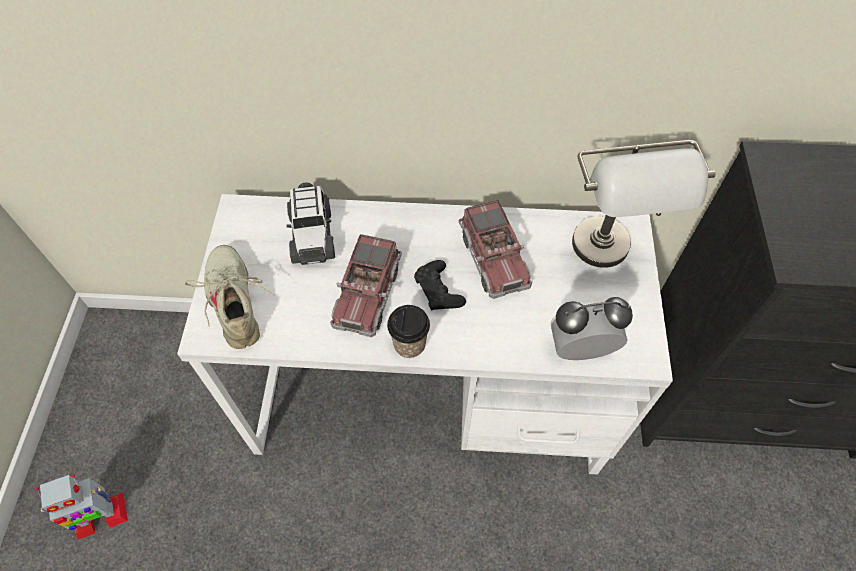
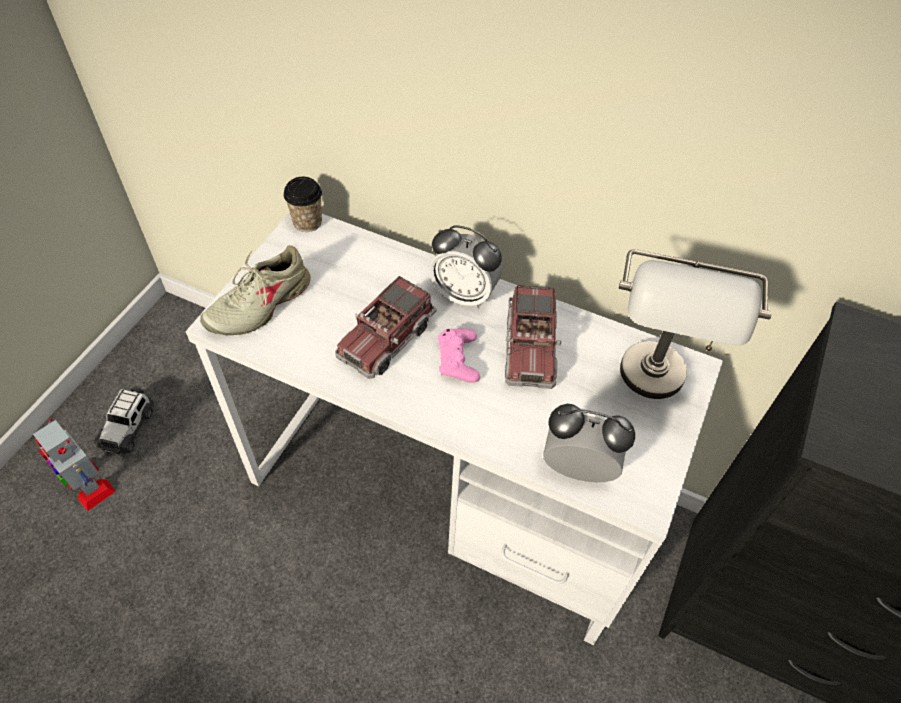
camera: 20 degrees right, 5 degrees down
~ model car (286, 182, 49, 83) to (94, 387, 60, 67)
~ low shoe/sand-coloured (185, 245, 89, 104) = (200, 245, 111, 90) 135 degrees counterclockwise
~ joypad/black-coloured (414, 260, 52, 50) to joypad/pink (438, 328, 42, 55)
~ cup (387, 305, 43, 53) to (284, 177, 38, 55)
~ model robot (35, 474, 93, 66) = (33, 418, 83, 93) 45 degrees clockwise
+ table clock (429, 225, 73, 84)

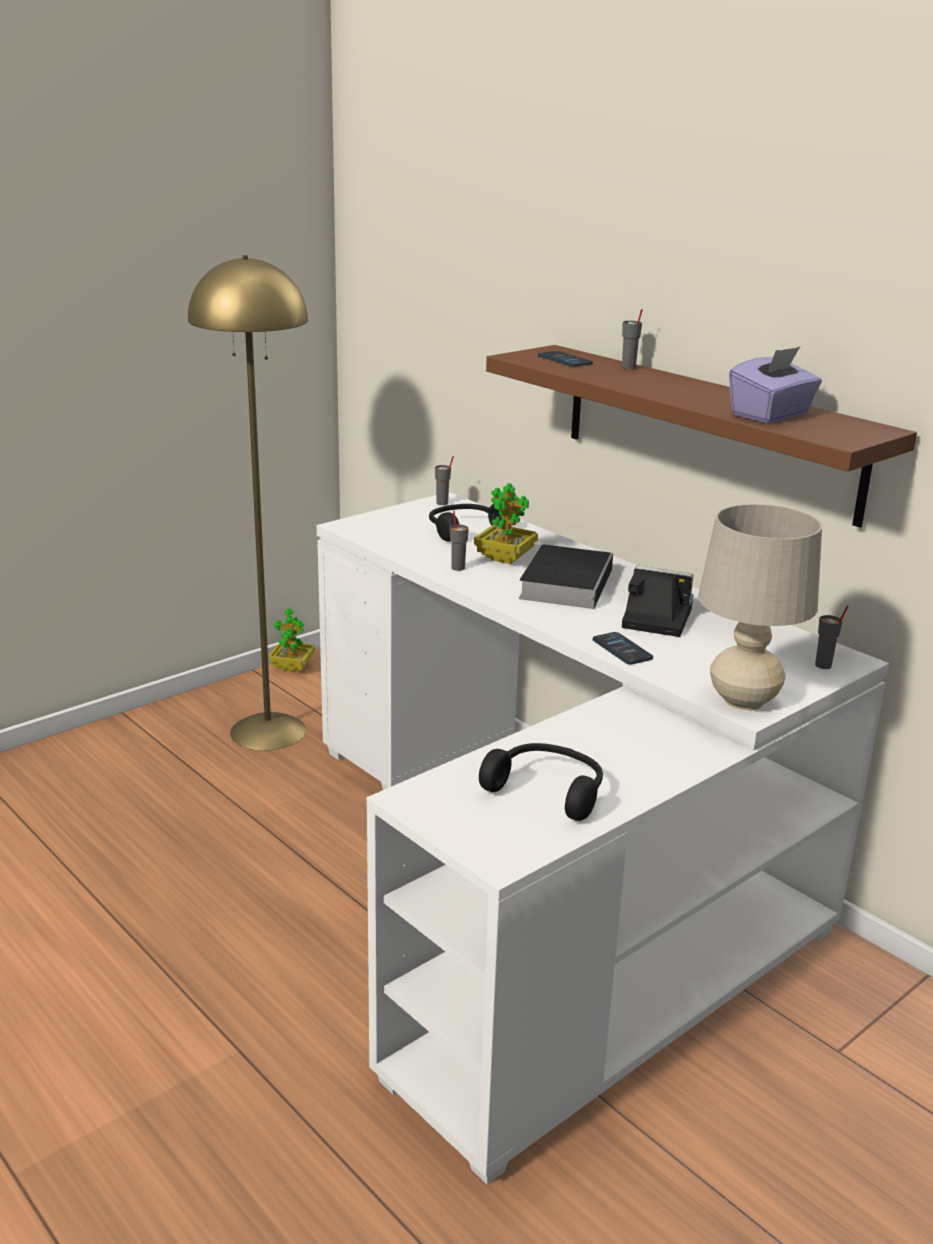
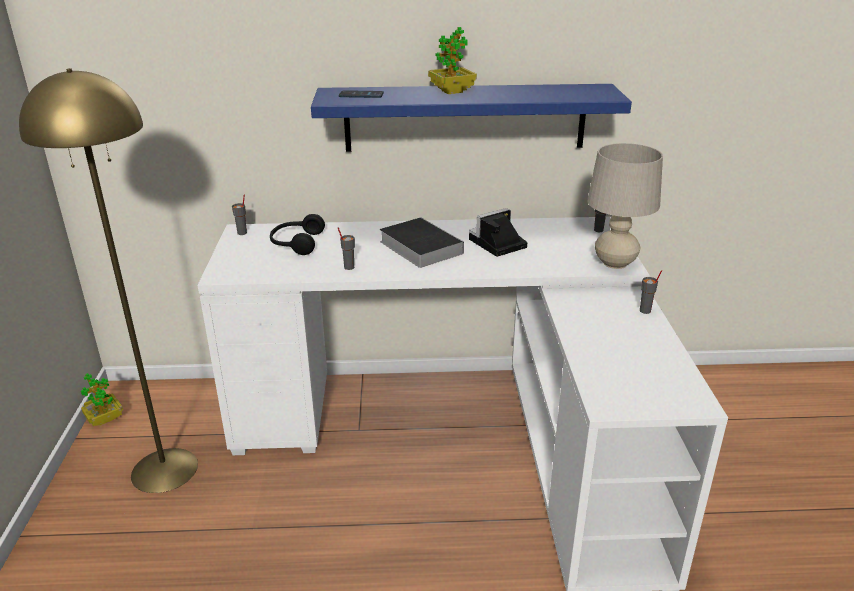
camera: 50 degrees left, 5 degrees up
~ cup/gray (622, 309, 21, 60) to (640, 270, 22, 44)
~ bracket shelf/brown-coloured (486, 345, 431, 182) to bracket shelf/blue-coloured (311, 84, 321, 68)
- box of tissues/purple (729, 347, 93, 76)
~ houseplant (474, 483, 64, 81) to (428, 27, 49, 67)
- telephone (593, 632, 60, 33)
- headset/black-coloured (479, 743, 124, 78)

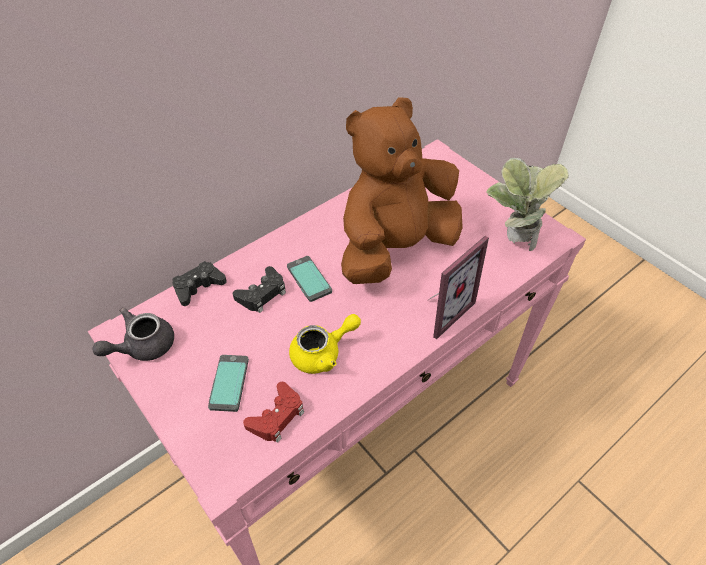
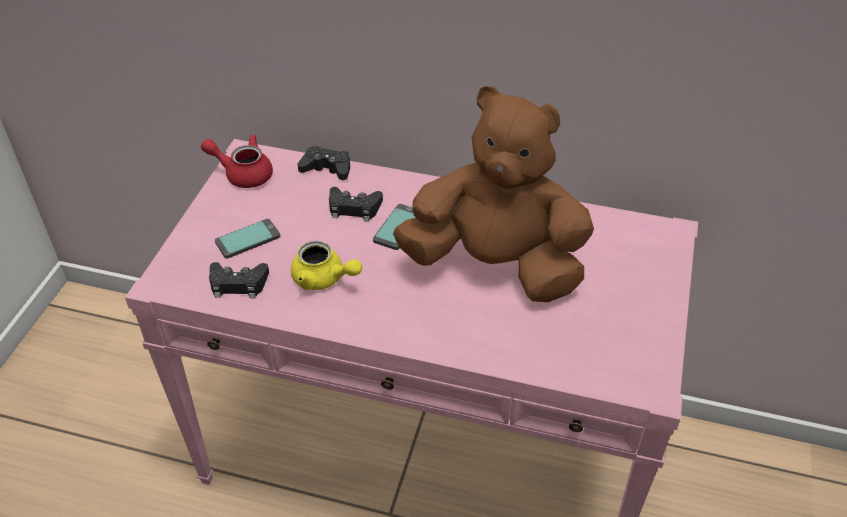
camera: 55 degrees right, 5 degrees down
- houseplant (486, 157, 83, 94)
- photo frame (429, 236, 60, 103)
~ pot for tea/gray (93, 308, 81, 53) to pot for tea/red (201, 134, 72, 54)
~ joypad/red (243, 382, 61, 61) to joypad/black-coloured (209, 262, 60, 36)

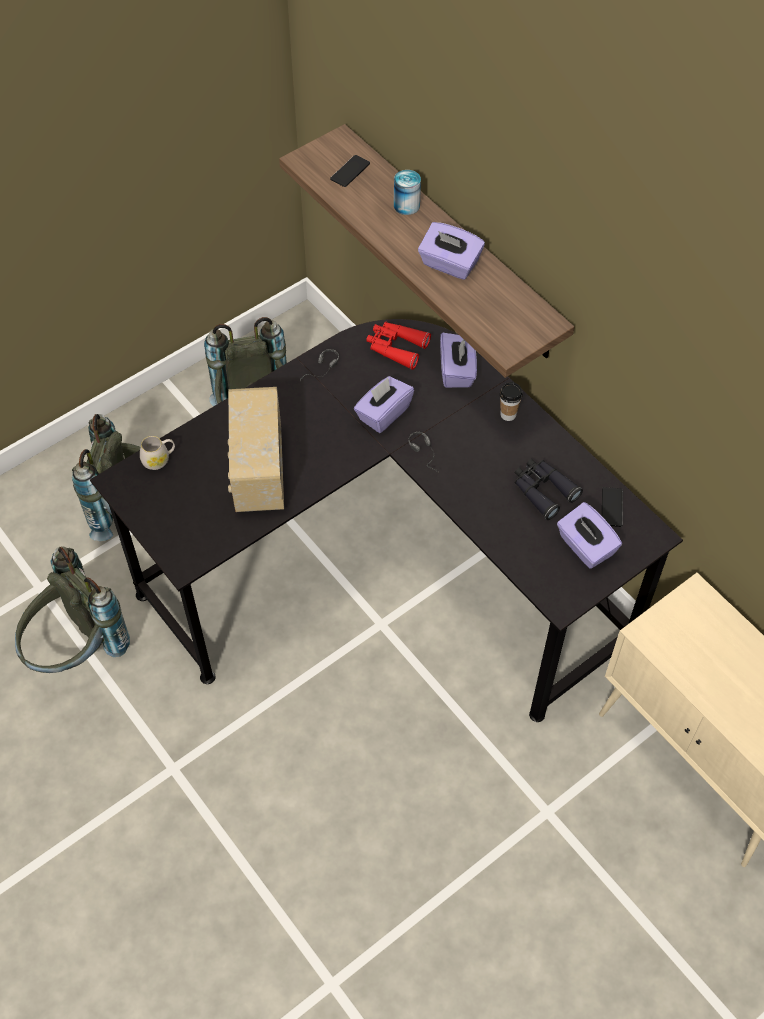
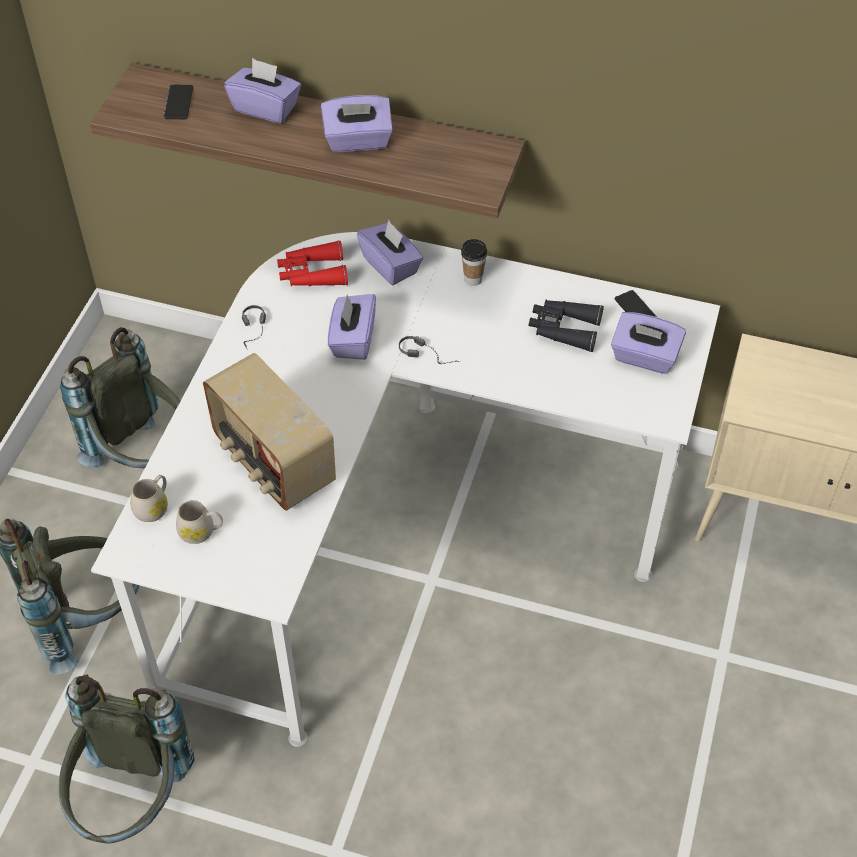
camera: 35 degrees left, 5 degrees down
~ sealed can (394, 170, 27, 45) to box of tissues/purple (224, 58, 77, 65)
~ desk table/black-coloured (90, 319, 593, 403) to desk table/white-coloured (91, 232, 629, 515)
+ tea mug/white-coloured (176, 500, 47, 44)

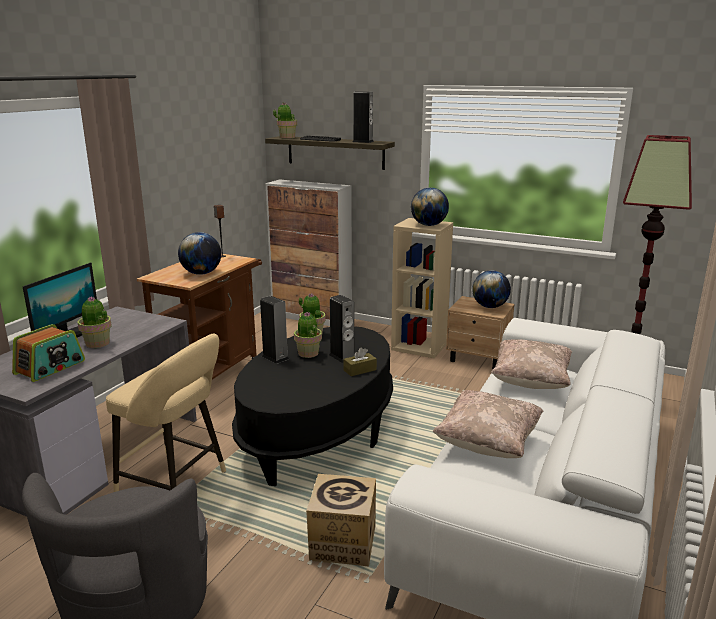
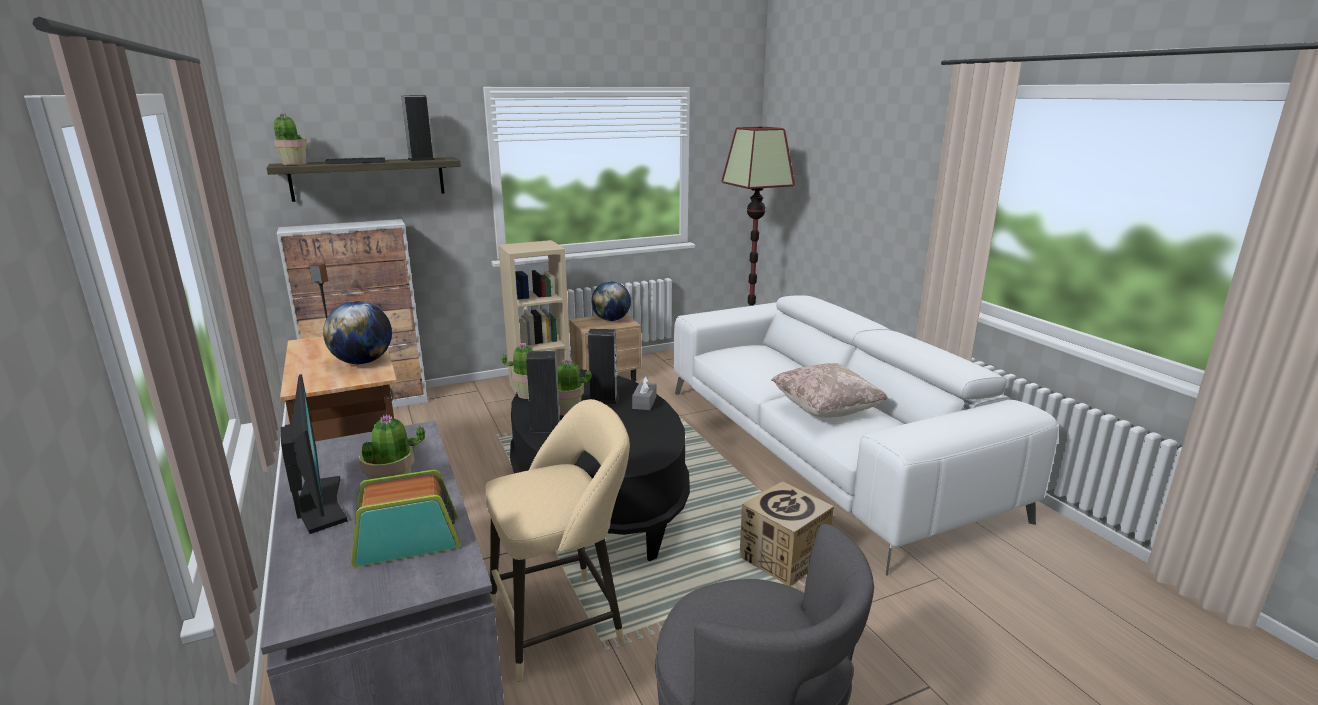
camera: 50 degrees left, 0 degrees up
- globe (411, 188, 38, 38)
~ radio (12, 324, 73, 58) = (351, 470, 109, 97) 90 degrees counterclockwise
- pillow/sand-coloured (491, 339, 81, 50)
~ box of tissues/brown-coloured (343, 348, 34, 28) to box of tissues/gray (632, 376, 25, 34)

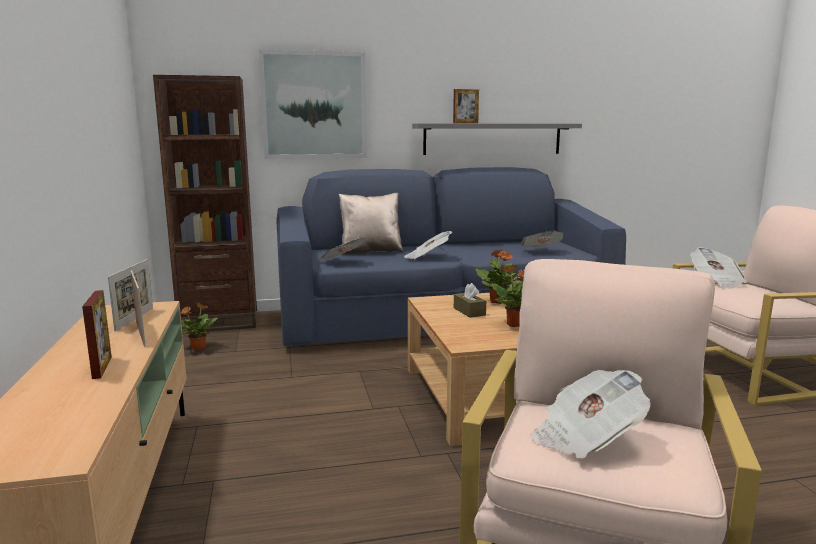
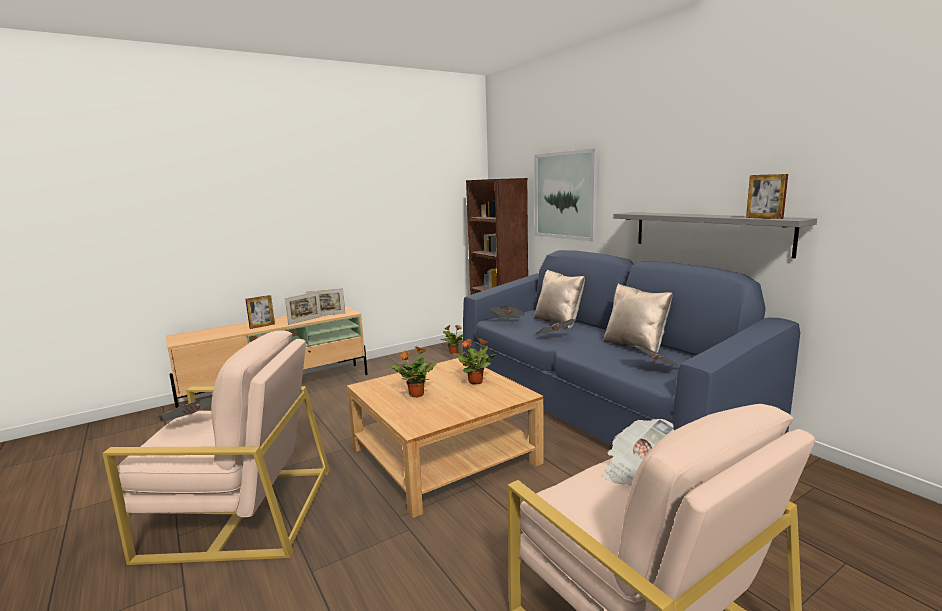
camera: 70 degrees right, 0 degrees up
~ photo frame (453, 89, 26, 34) to (746, 174, 42, 45)
- box of tissues/brown-coloured (454, 283, 32, 35)
+ pillow/sand-coloured (603, 284, 70, 69)

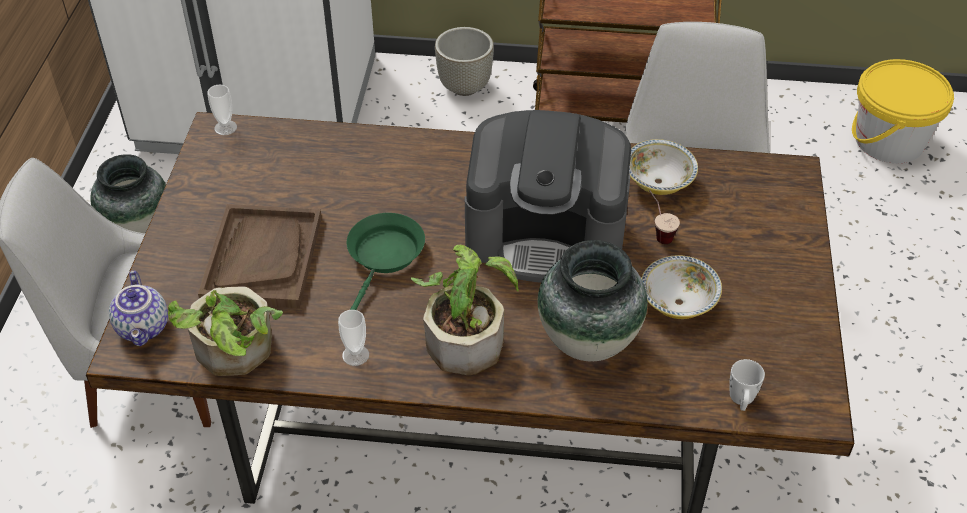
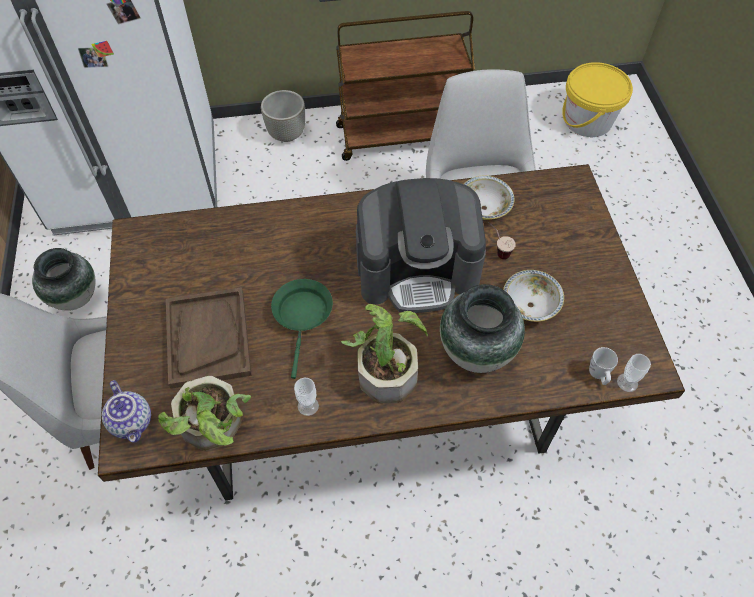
camera: 15 degrees left, 10 degrees up
~ cup (207, 85, 30, 50) to (617, 354, 34, 38)

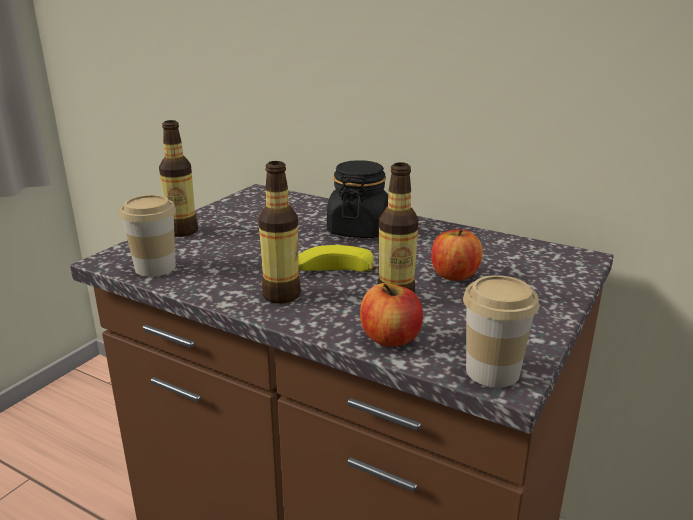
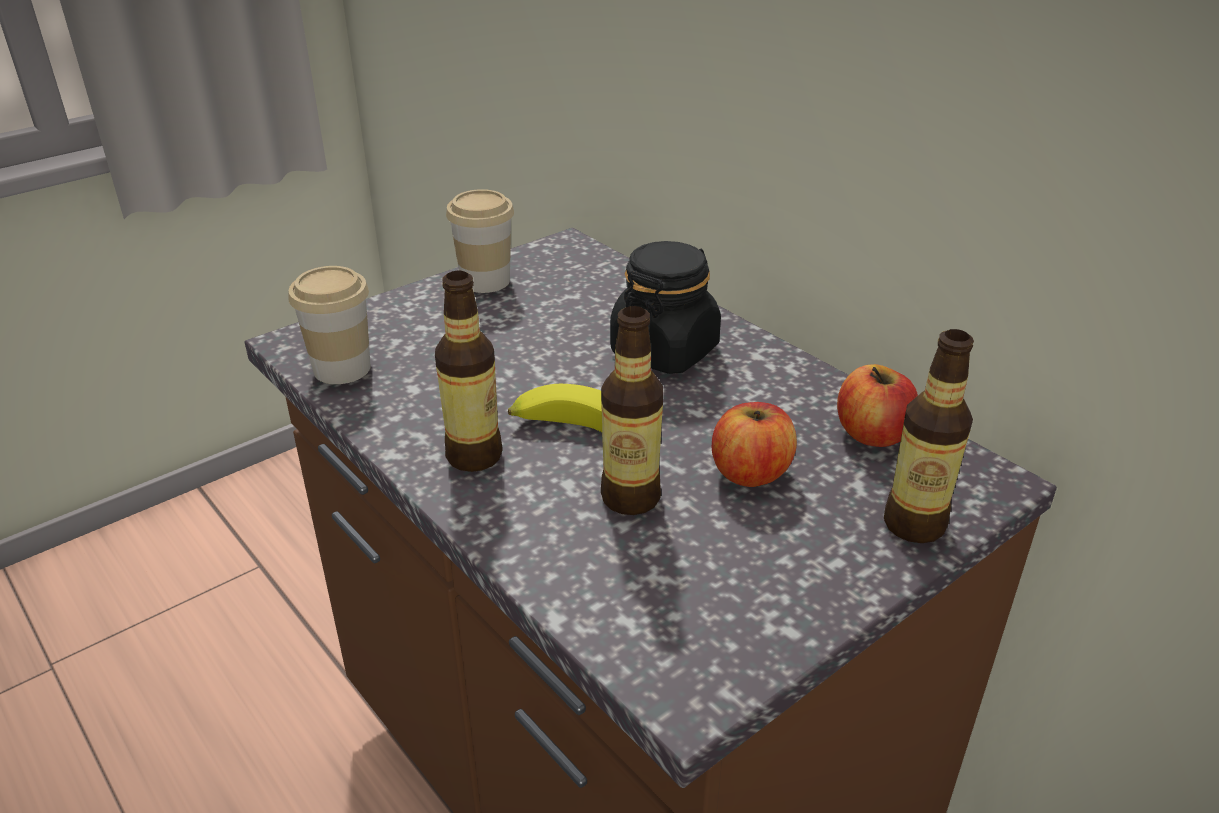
camera: 20 degrees right, 10 degrees up
~ drink bottle (159, 120, 39, 117) to (884, 329, 90, 214)
~ cup (463, 275, 76, 112) to (446, 189, 68, 104)
~ whole apple (360, 283, 63, 64) to (837, 364, 81, 83)

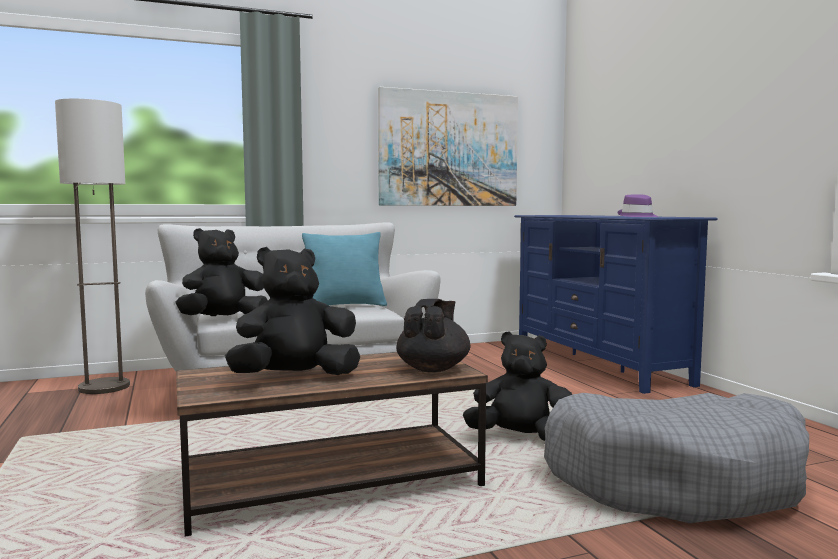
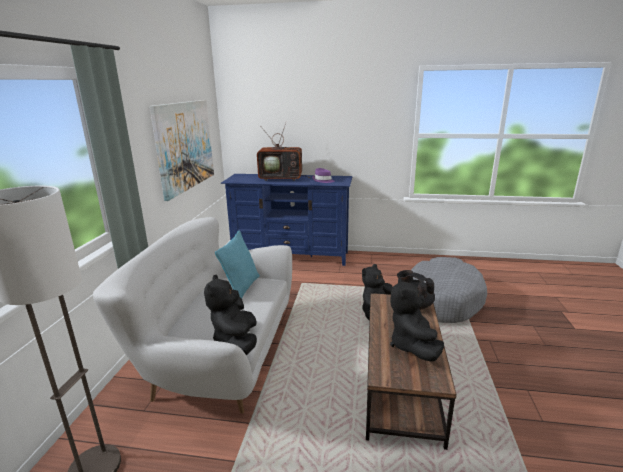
camera: 60 degrees left, 15 degrees up
+ TV (257, 121, 53, 60)

